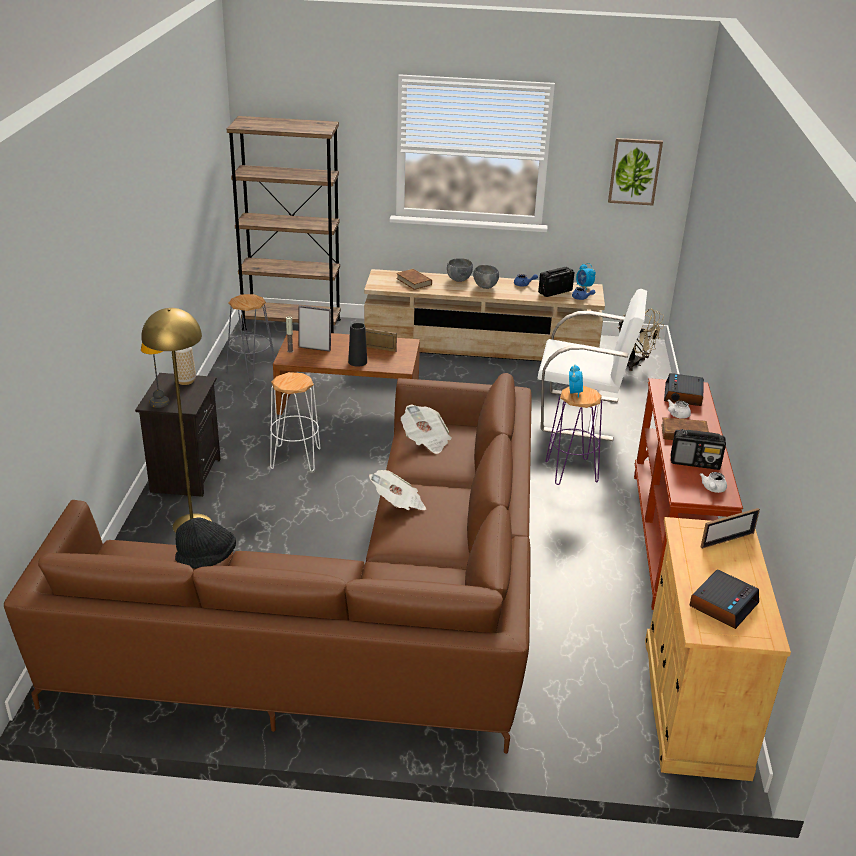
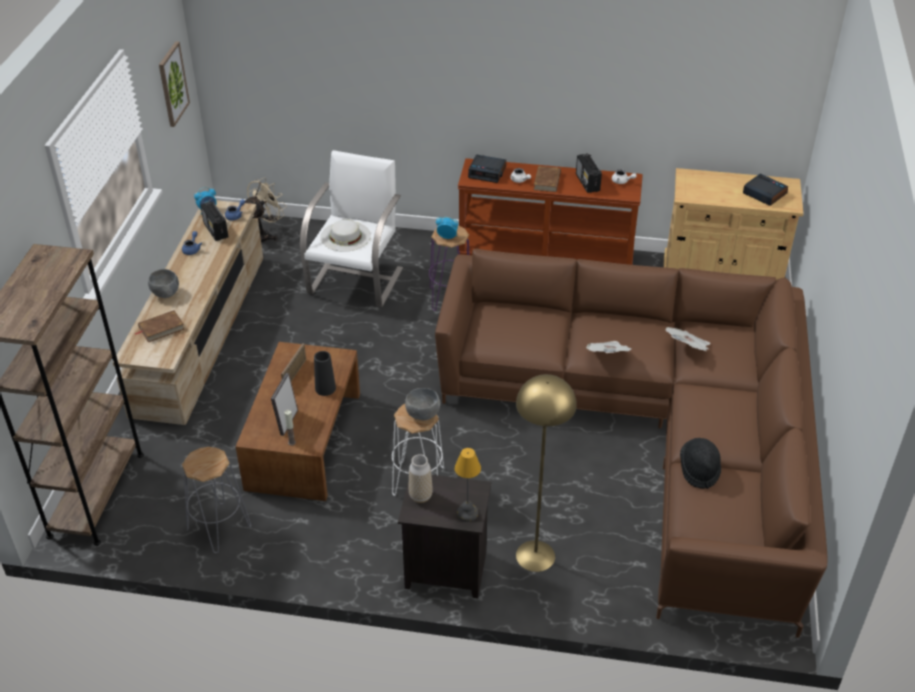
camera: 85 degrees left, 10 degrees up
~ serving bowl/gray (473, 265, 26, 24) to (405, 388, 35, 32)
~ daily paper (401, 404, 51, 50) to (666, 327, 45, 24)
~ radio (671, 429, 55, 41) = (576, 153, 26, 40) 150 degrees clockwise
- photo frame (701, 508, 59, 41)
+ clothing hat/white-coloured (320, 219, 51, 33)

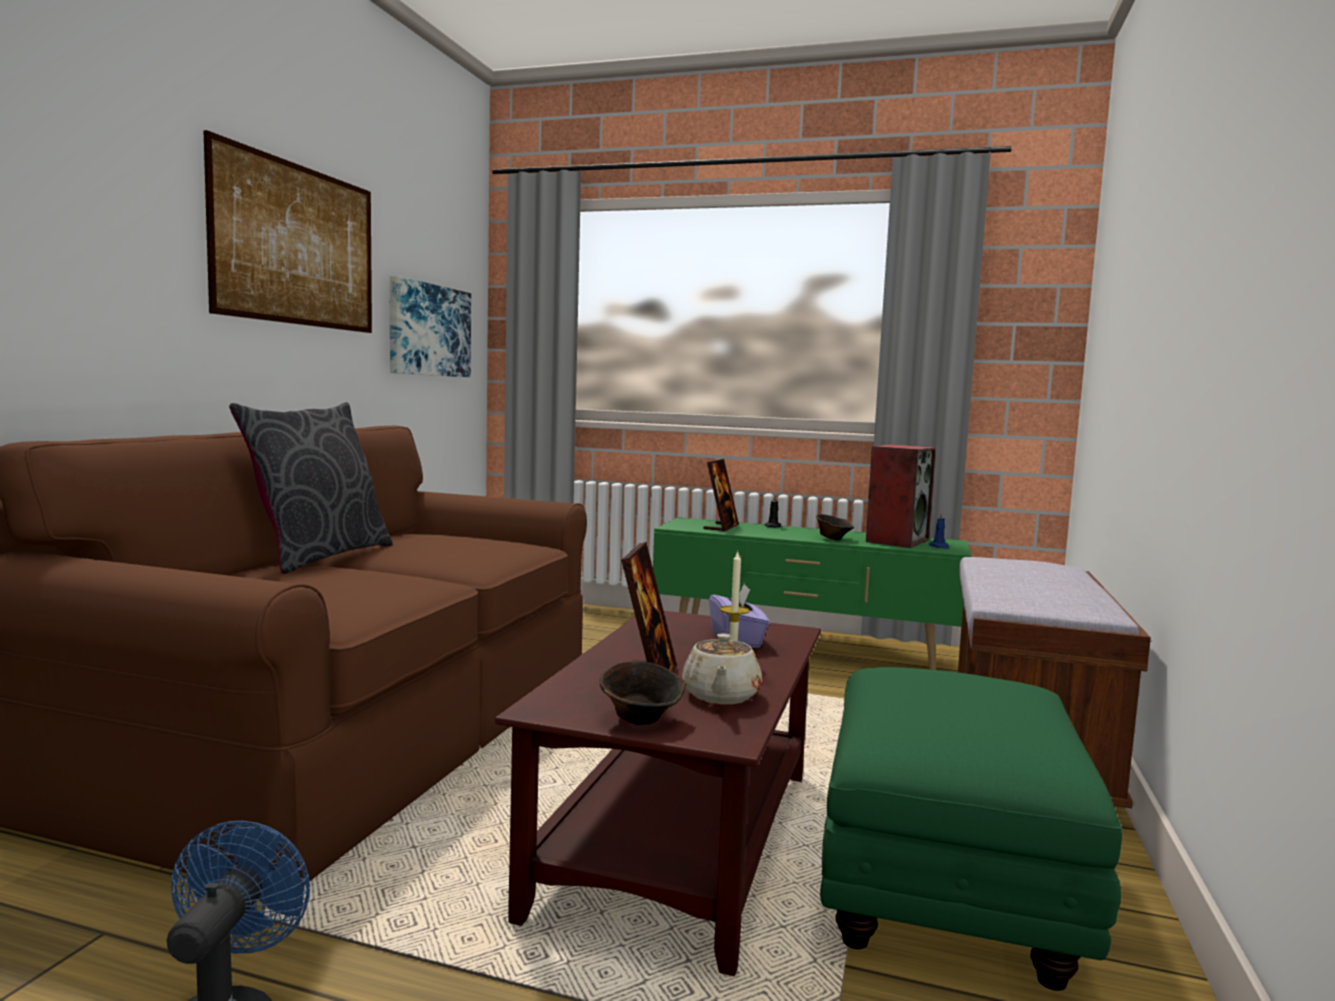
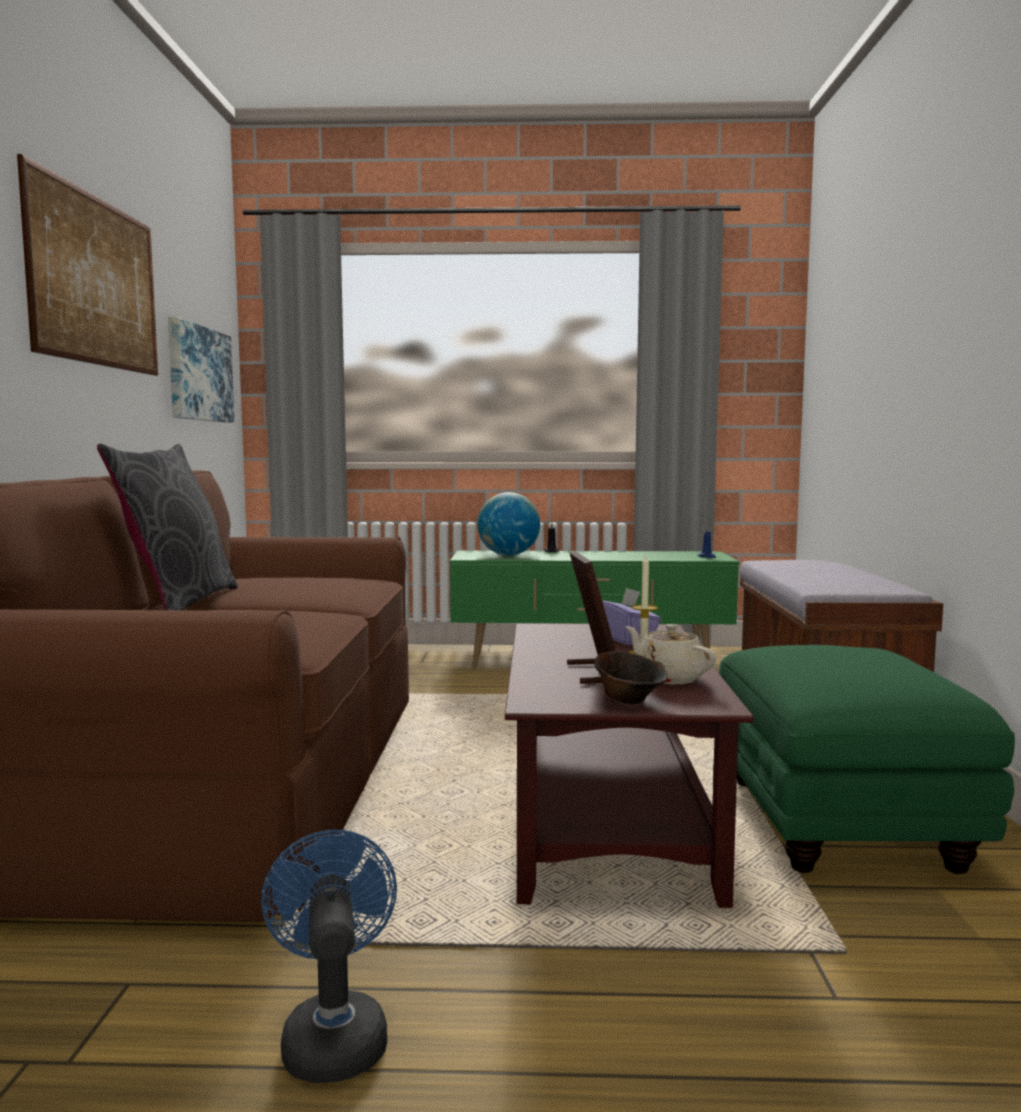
camera: 15 degrees left, 0 degrees up
- loudspeaker (866, 444, 70, 104)
~ photo frame (703, 459, 36, 73) to globe (477, 492, 63, 64)
- serving bowl/brown-coloured (816, 514, 38, 26)
~ pot for tea/sand-coloured (682, 634, 80, 70) = (626, 624, 90, 60) 150 degrees clockwise

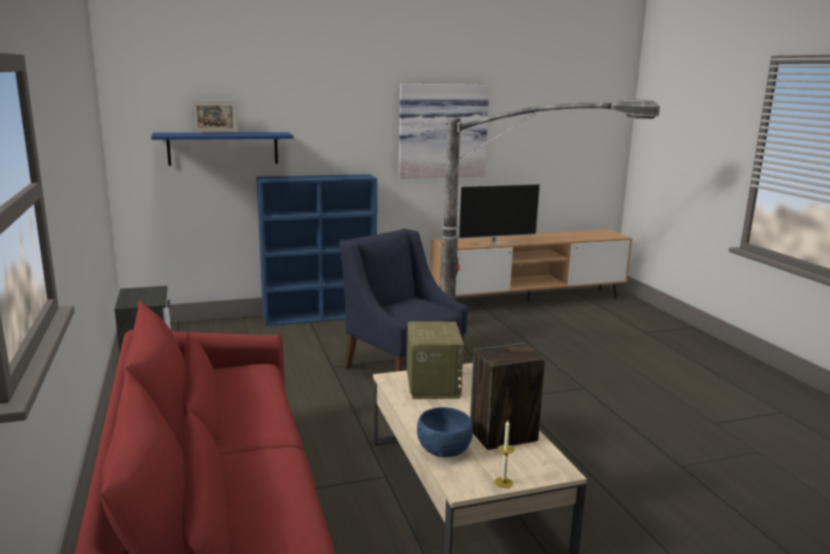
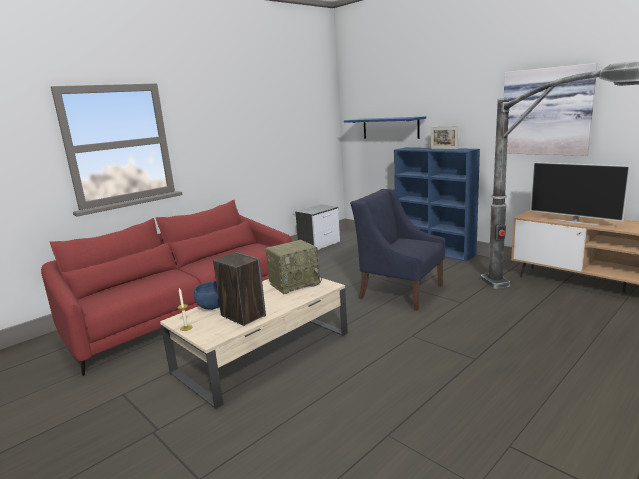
camera: 65 degrees right, 0 degrees up
~ photo frame (191, 101, 47, 32) to (431, 126, 27, 23)
~ lounge chair/blue-coloured (339, 228, 129, 144) = (350, 189, 95, 122) 75 degrees counterclockwise

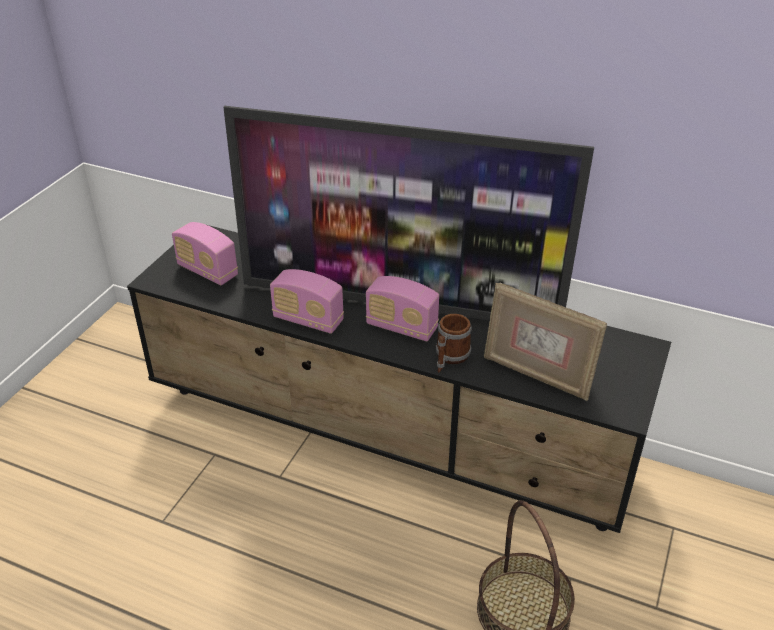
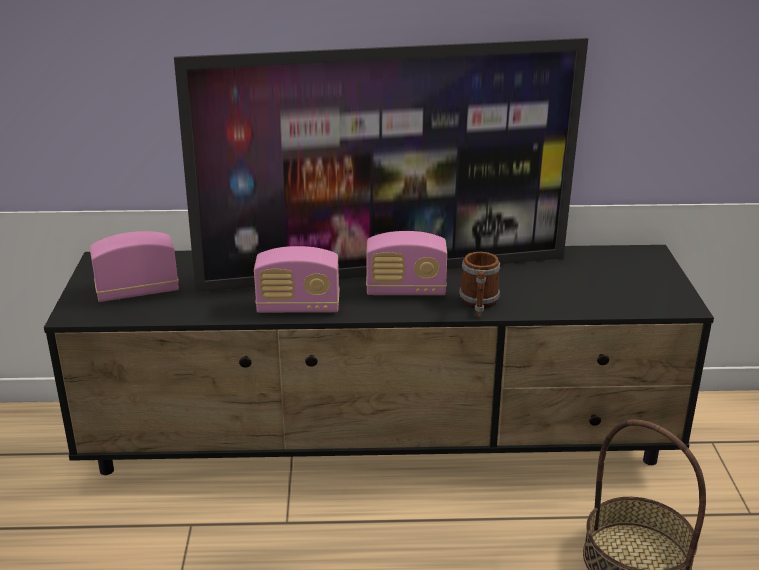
camera: 25 degrees left, 10 degrees down
~ radio (172, 222, 66, 63) = (90, 231, 89, 71) 150 degrees clockwise
- photo frame (484, 282, 123, 119)

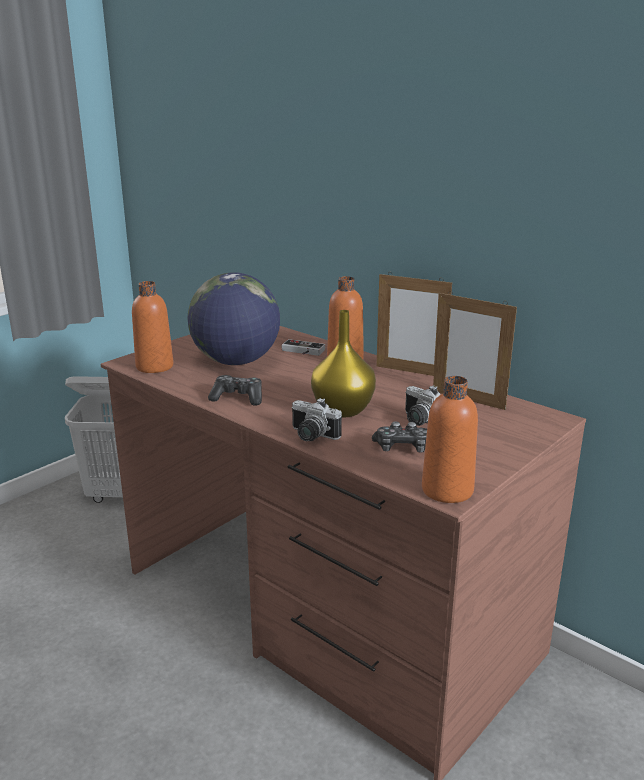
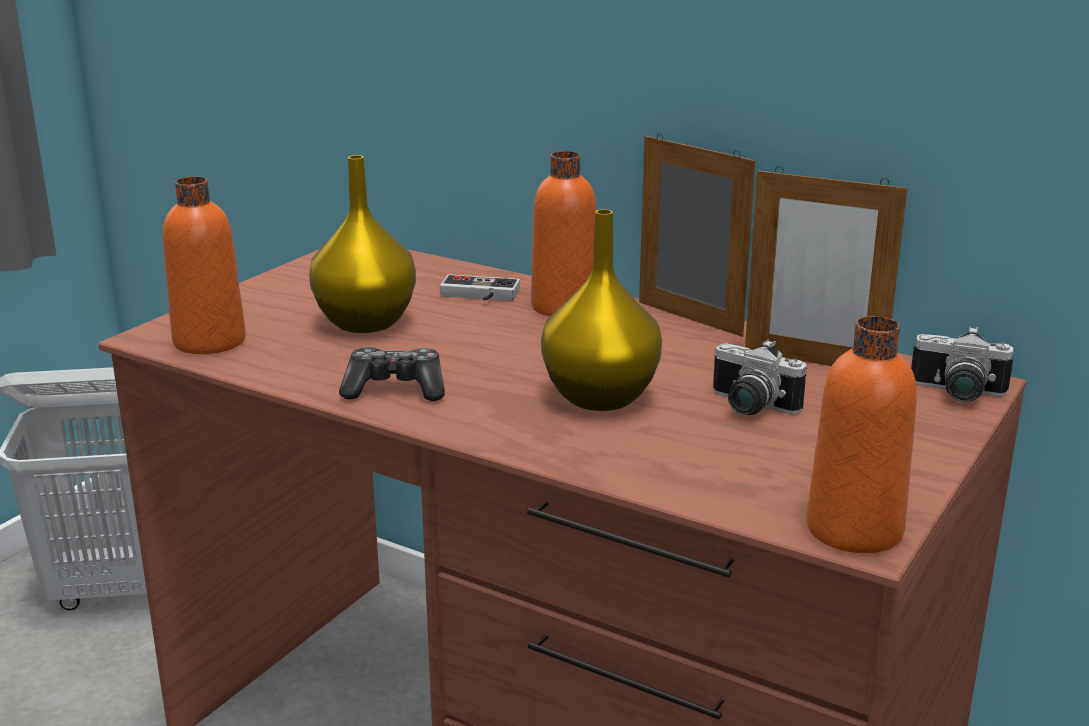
camera: 10 degrees left, 0 degrees up
~ globe (187, 272, 93, 93) to flower vase/yellow-coloured (309, 155, 107, 178)
~ photo frame (376, 272, 76, 104) = (639, 133, 116, 204) 150 degrees counterclockwise
~ photo camera (291, 398, 51, 43) to (911, 326, 103, 76)
- joypad (372, 421, 55, 32)

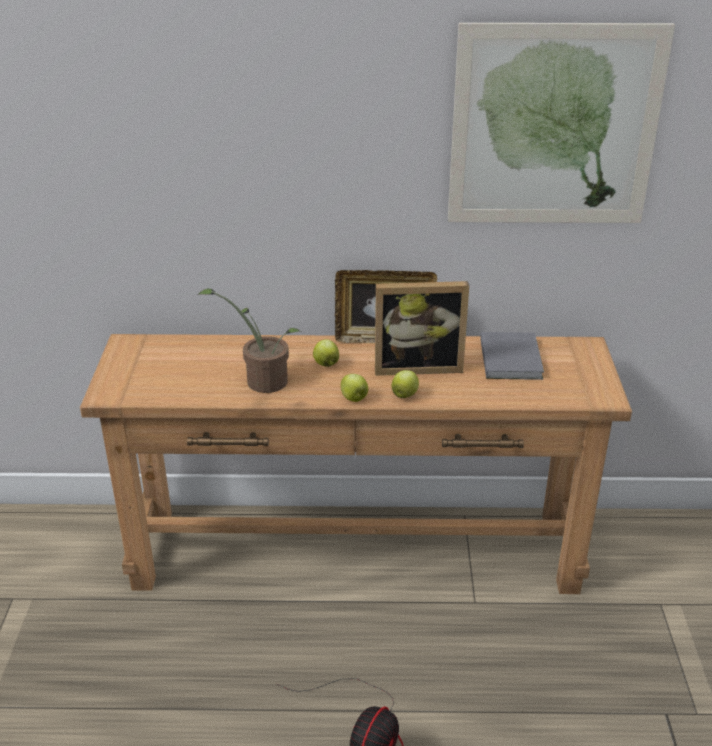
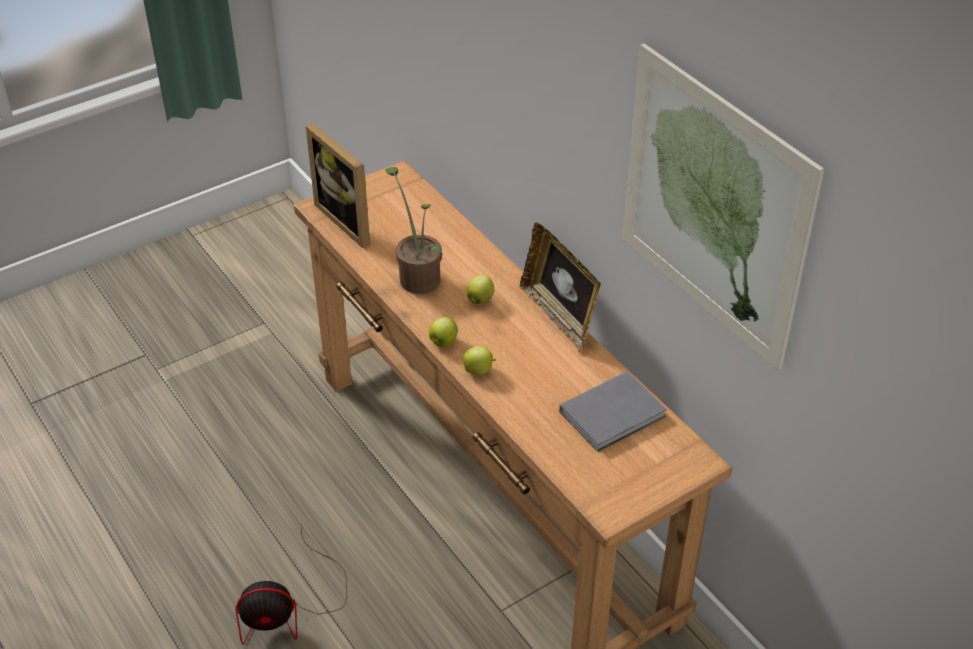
camera: 55 degrees right, 10 degrees up
~ photo frame (375, 281, 94, 95) to (306, 123, 64, 125)

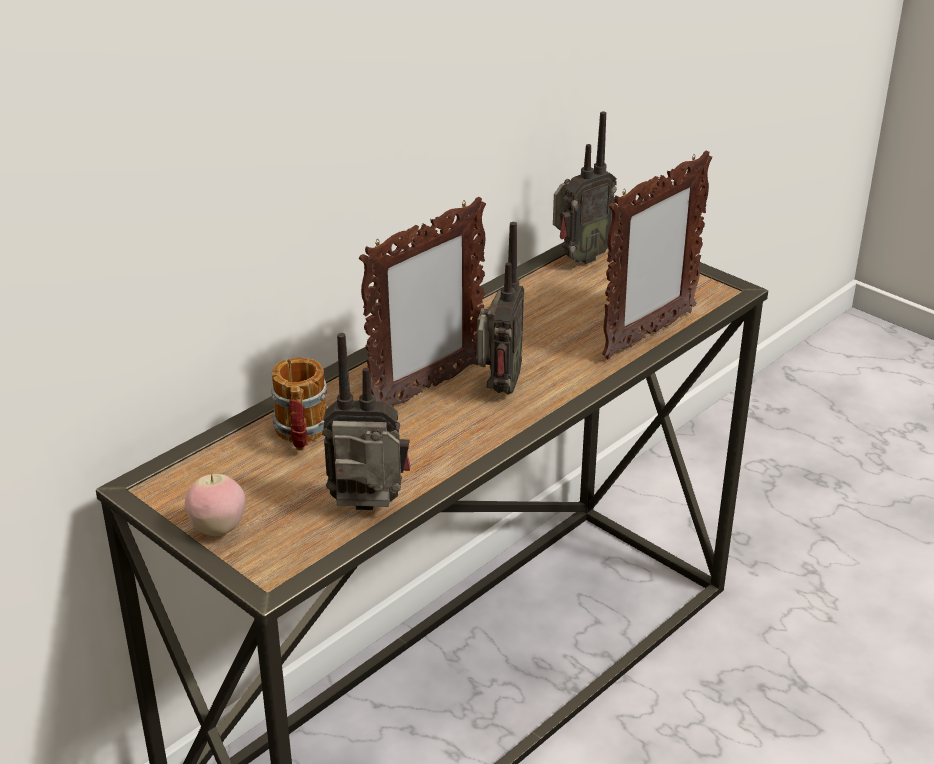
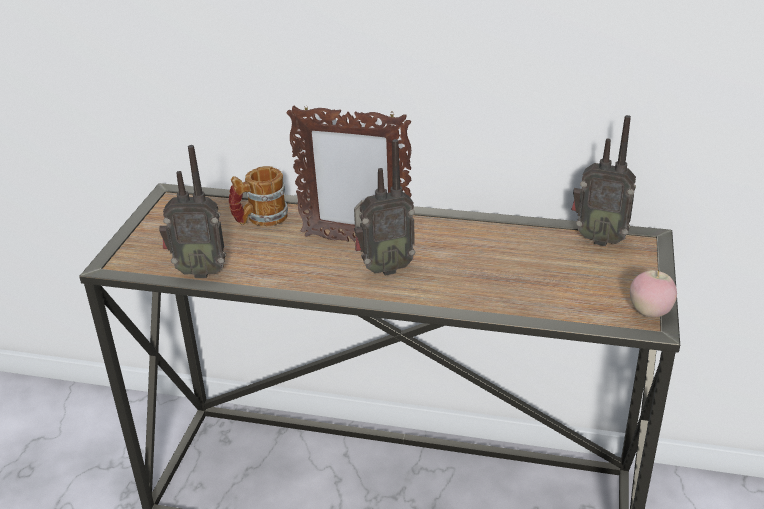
camera: 60 degrees right, 0 degrees up
- photo frame (602, 151, 110, 209)
~ radio (322, 333, 88, 177) = (159, 145, 67, 133) 120 degrees clockwise
~ whole apple (185, 474, 60, 62) to (630, 270, 47, 47)

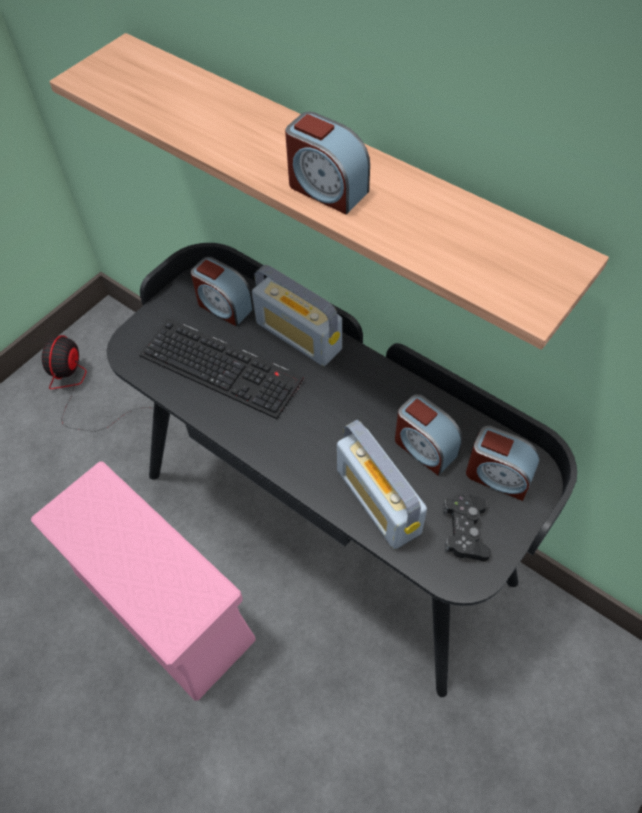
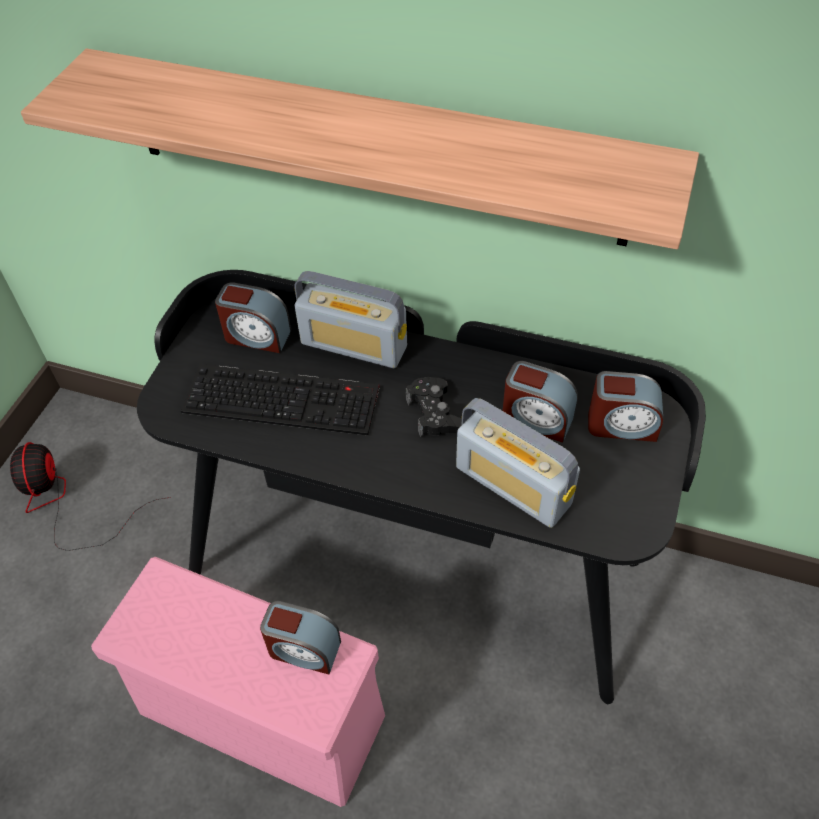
camera: 20 degrees left, 5 degrees down
~ table clock (285, 112, 85, 103) to (260, 601, 81, 74)
~ joypad/black-coloured (443, 494, 48, 67) to (406, 377, 56, 60)

